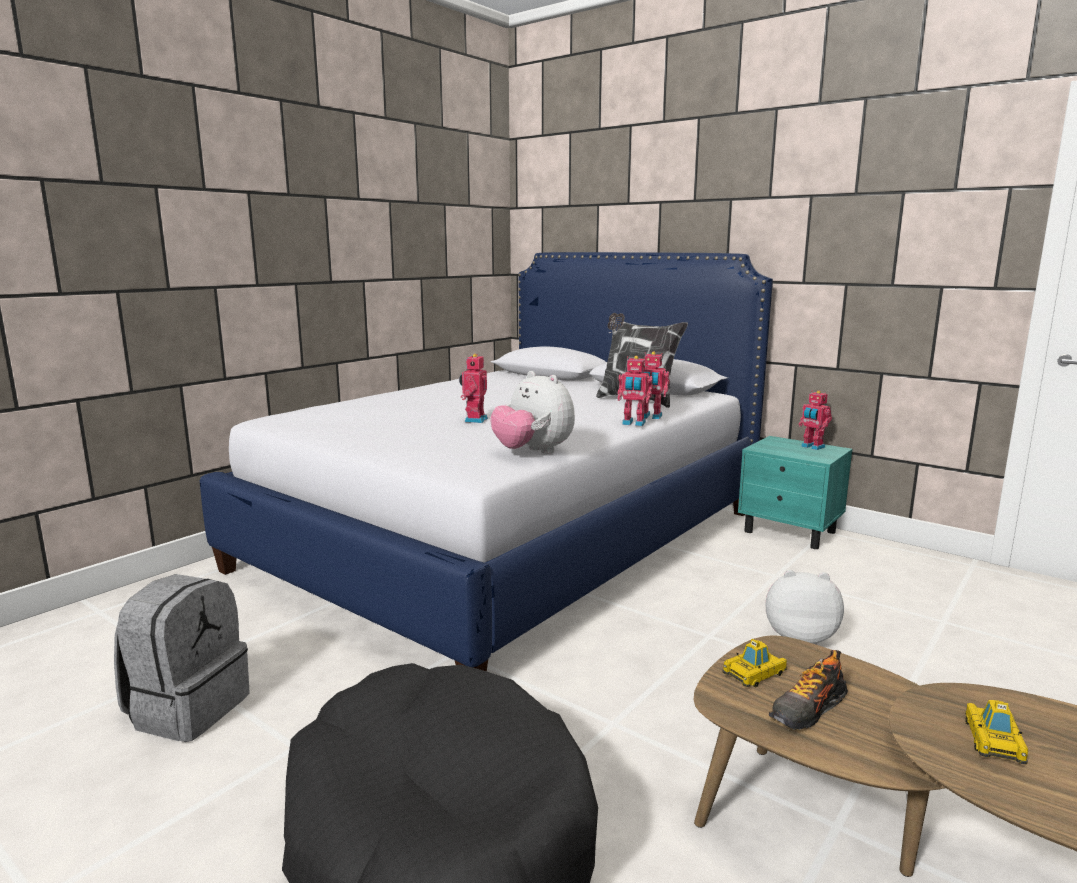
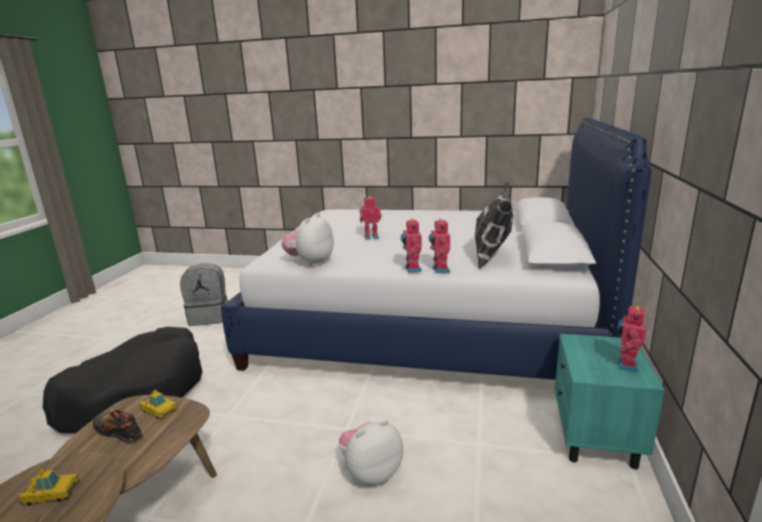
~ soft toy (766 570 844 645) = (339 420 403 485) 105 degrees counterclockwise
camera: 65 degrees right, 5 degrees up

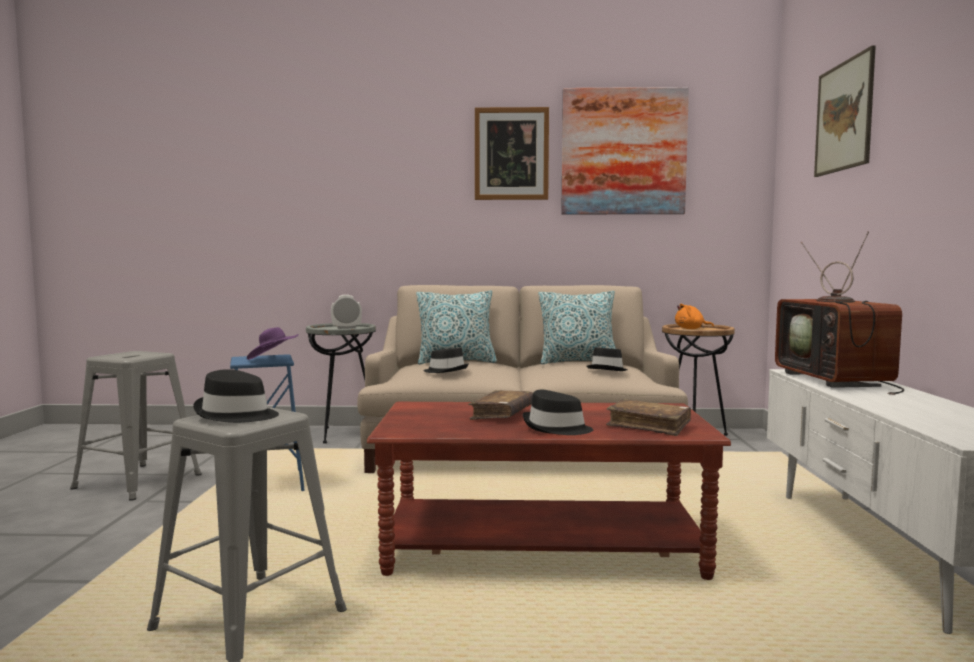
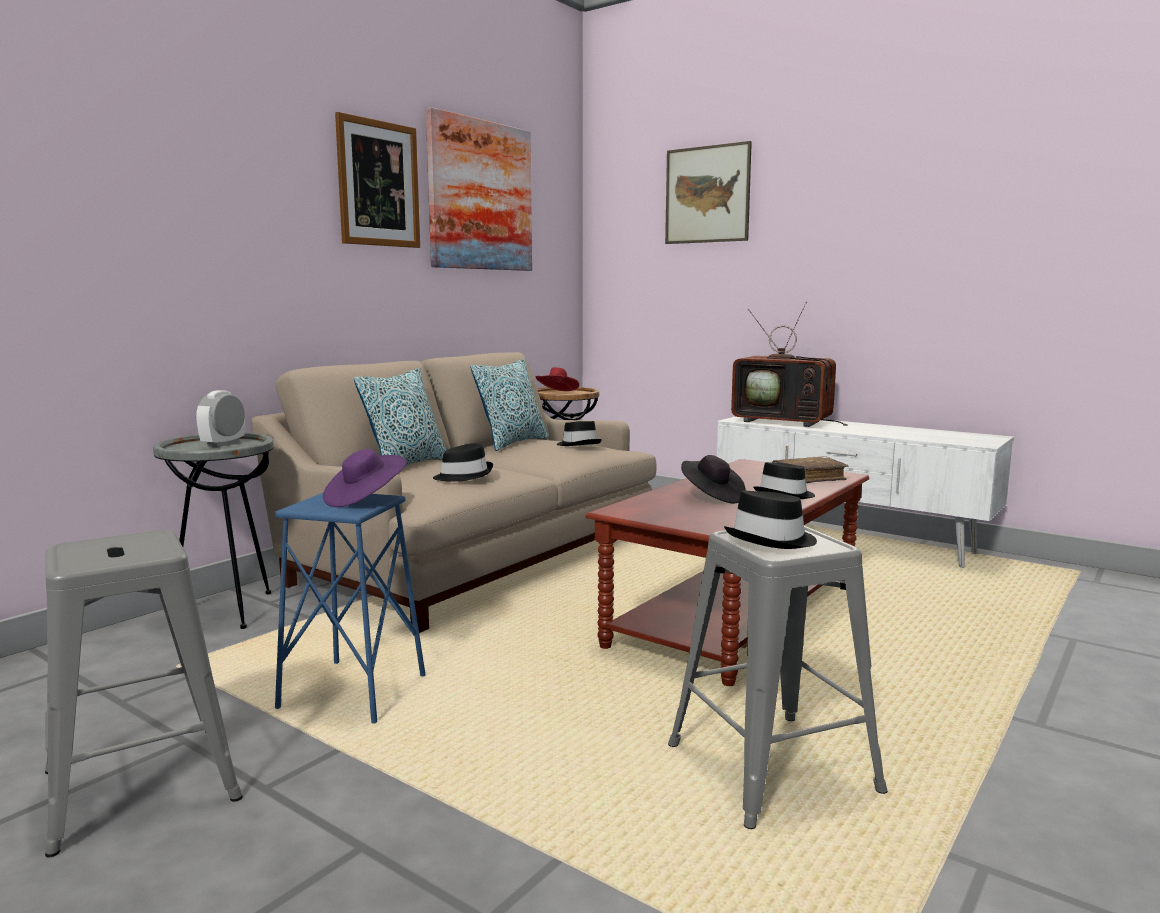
~ bound book (brown) (468 390 533 420) to hat (black) (681 455 746 504)
~ soft toy (orange-coloured) (675 303 714 329) to hat (reddish) (536 367 579 391)
camera: 55 degrees left, 5 degrees up

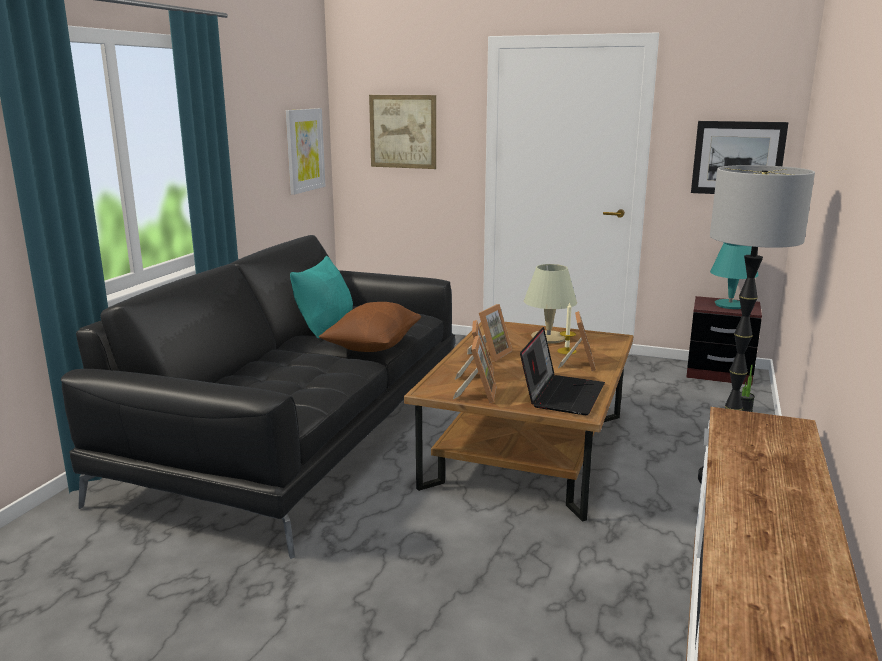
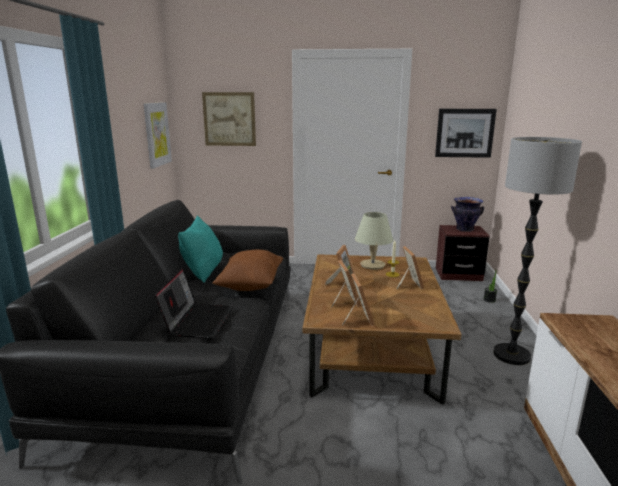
~ notebook computer (520 327 605 415) to (155 268 234 339)
~ tabletop lamp (turquoise-coloured) (710 243 759 309) to decorative vase (451 197 484 232)
camera: 15 degrees left, 0 degrees up

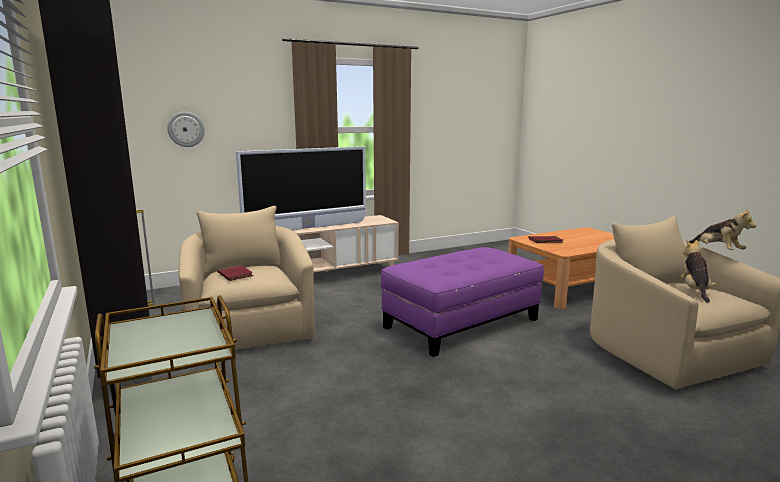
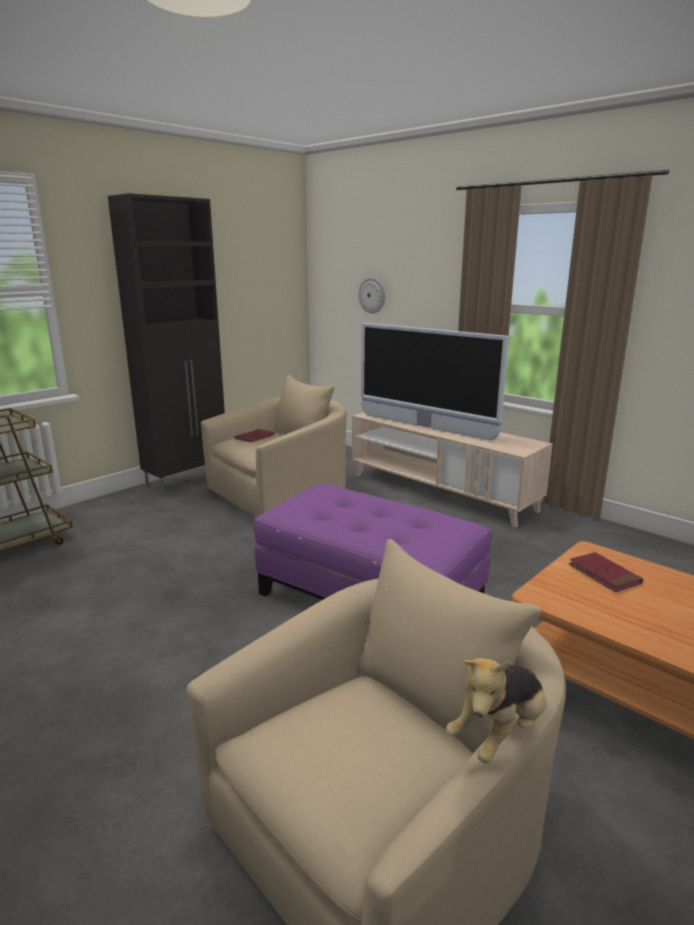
- soft toy (681 240 716 303)
camera: 70 degrees right, 5 degrees up

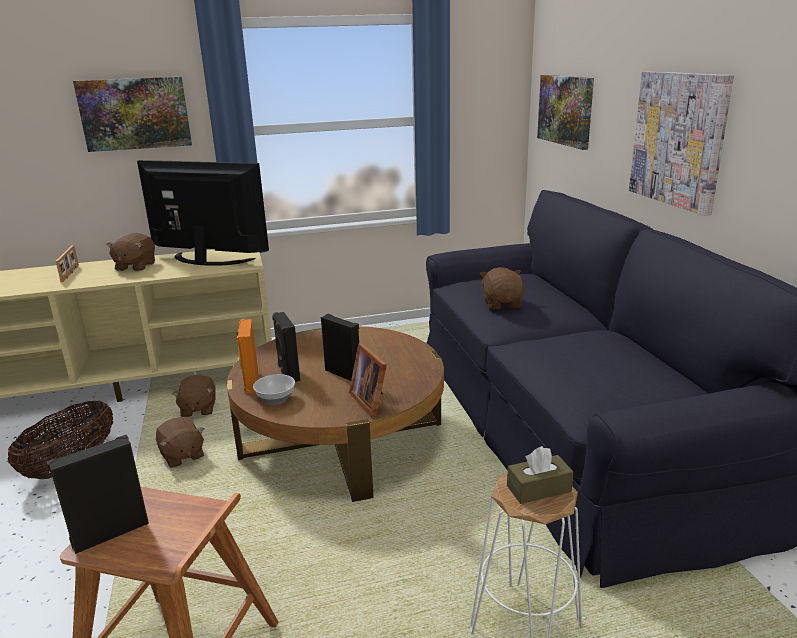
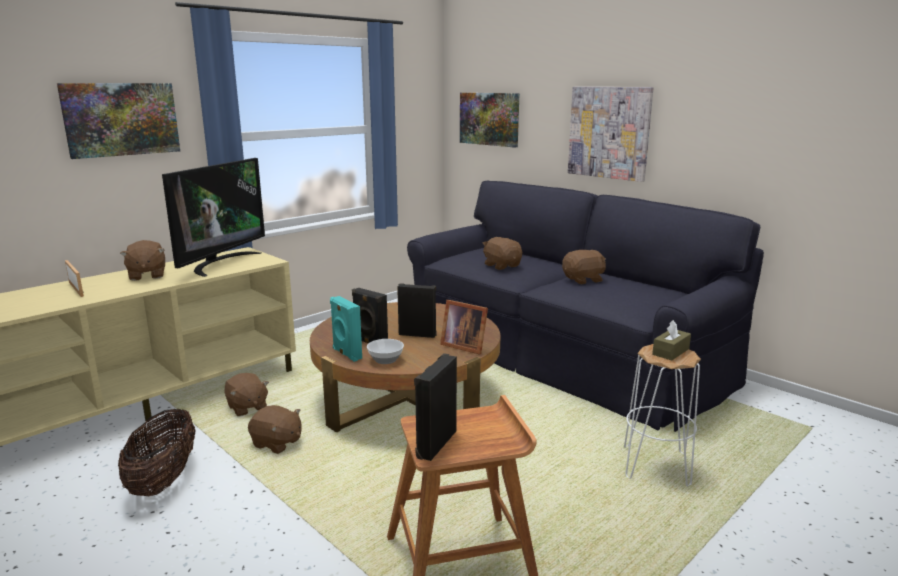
+ soft toy (brown) (562 250 606 284)
~ speaker (orange-coloured) (237 319 258 394) to speaker (turquoise-coloured) (330 296 362 362)
~ TV set (137 160 269 266) = (162 158 265 277) 120 degrees clockwise
camera: 30 degrees left, 5 degrees down

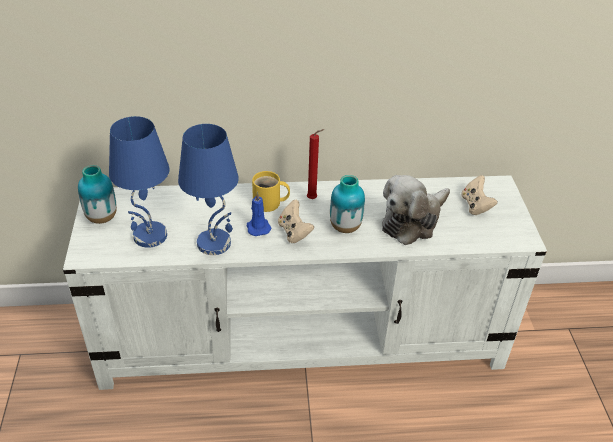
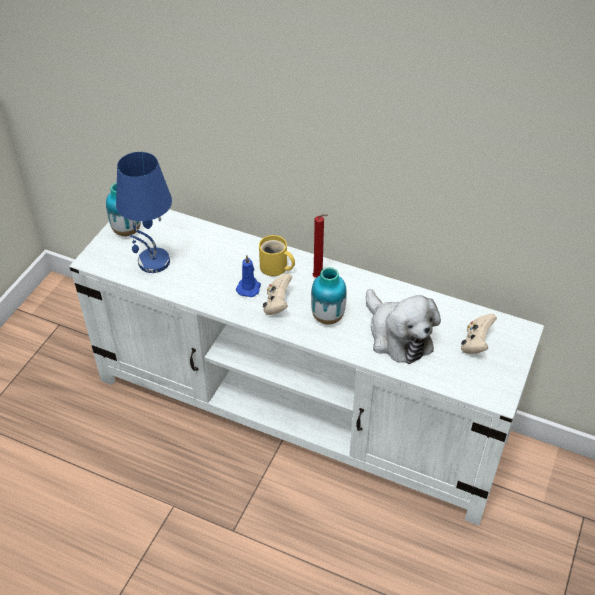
- tabletop lamp (bluish) (178 124 239 255)
~ soft toy (382 175 450 245) = (366 289 441 364) 105 degrees counterclockwise
camera: 30 degrees right, 5 degrees up

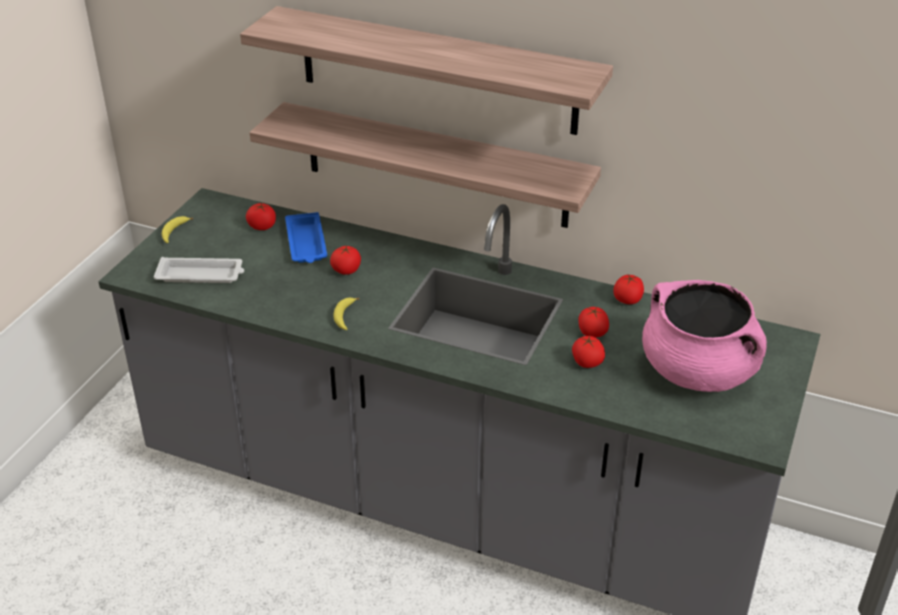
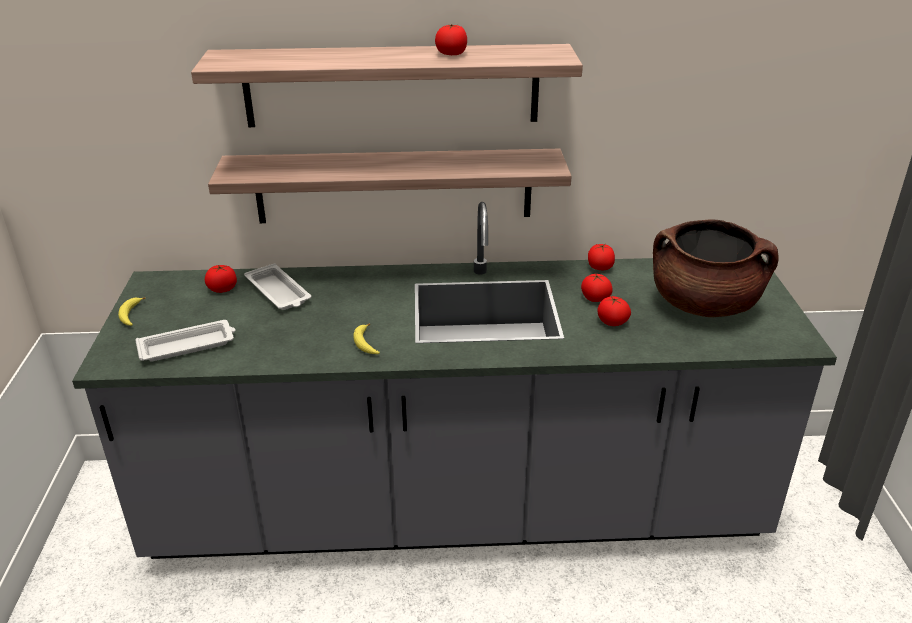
~ tomato (330 246 361 275) to (435 24 467 55)
~ serving tray (bluish) (285 212 327 263) to serving tray (whitish) (244 263 311 310)
~ saucepot (pinkish) (642 280 767 392) to saucepot (brown) (653 219 779 317)
camera: 25 degrees left, 5 degrees down

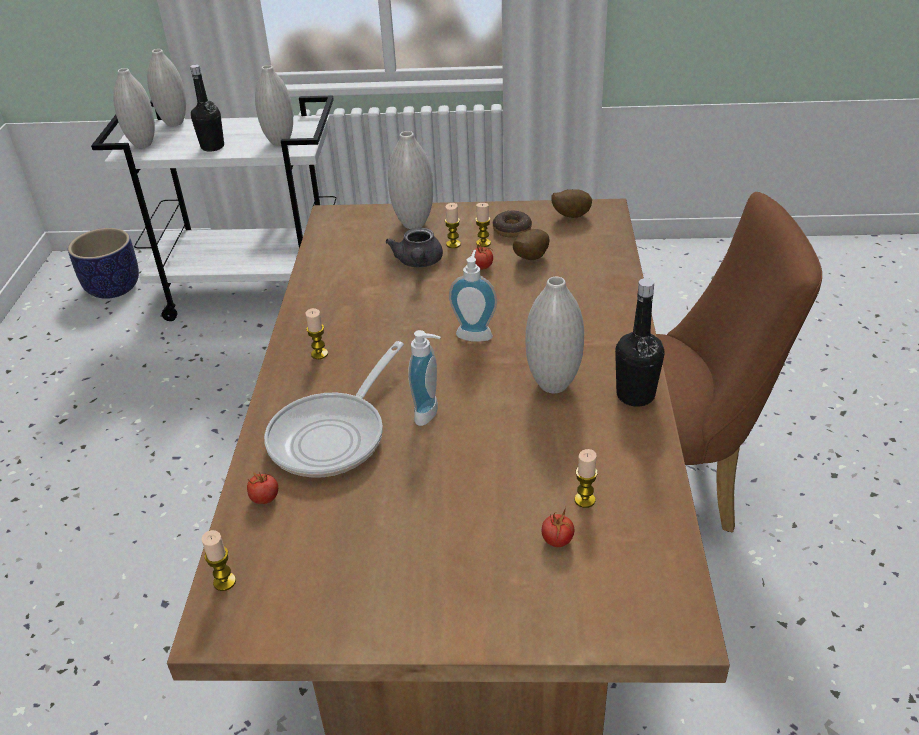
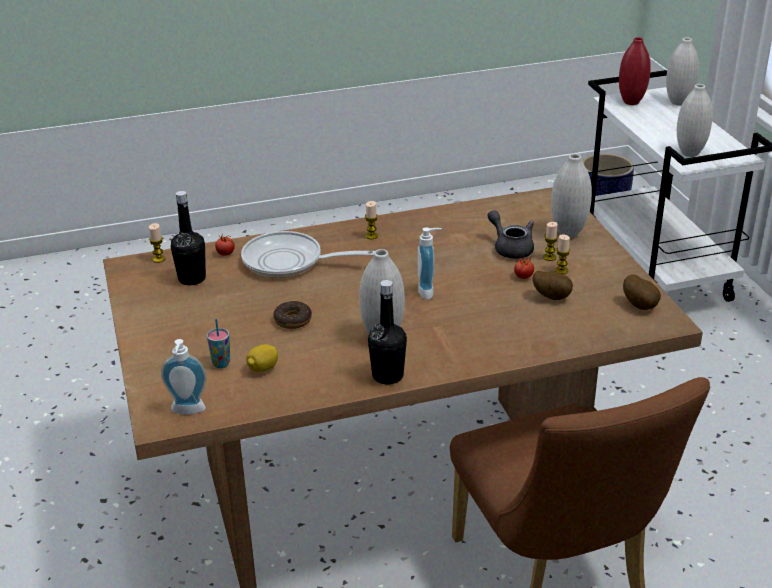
~ bottle (black) (190 64 224 151) to (171 191 206 285)
~ liquid soap bottle (408 330 441 426) to (161 339 207 415)
~ ring doughnut (493 210 532 238) to (273 301 312 329)
~ tomato (542 508 574 547) to drinking cup (207 319 230 368)
~ wax candle (575 449 598 508) to lemon (246 344 278 373)
~ decorative vase (whitish) (113 68 155 148) to decorative vase (reddish) (619 37 651 105)
~ teapot (gray) (385 227 443 267) = (488 210 534 259) 75 degrees clockwise
camera: 70 degrees right, 5 degrees down

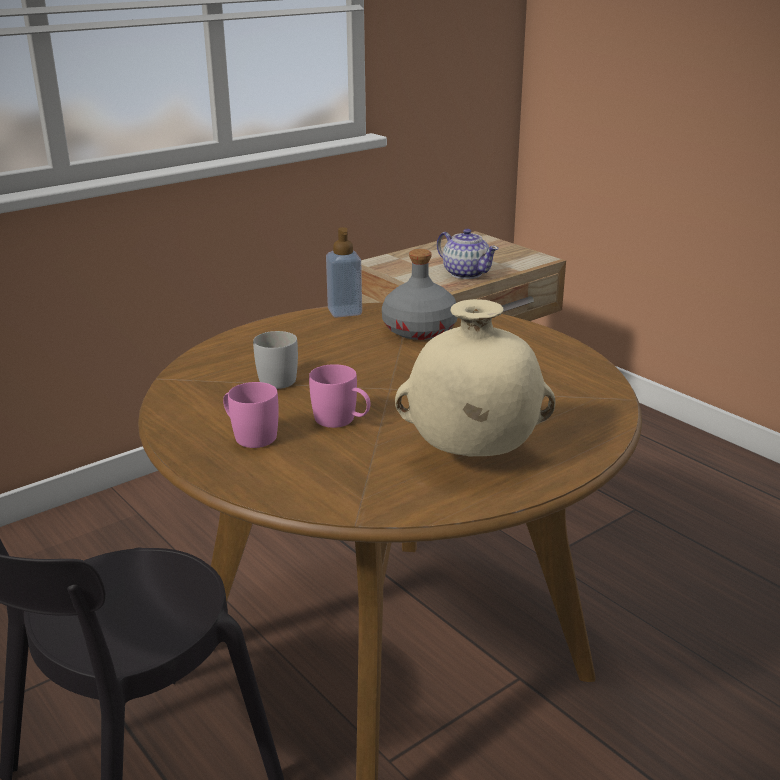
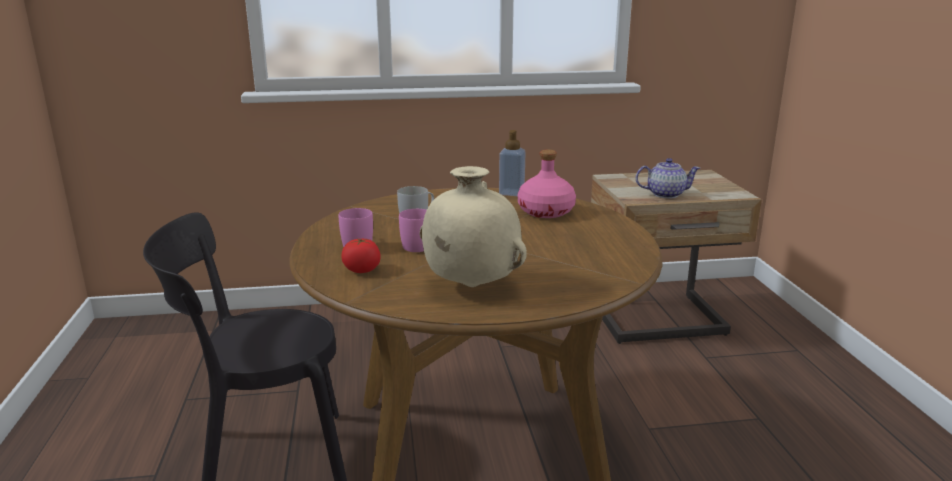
+ tomato (341 239 381 273)
~ bottle (gray) (382 249 457 340) to bottle (pinkish) (518 150 576 218)
~ teapot (437 229 499 279) = (636 158 700 198) 75 degrees counterclockwise
camera: 30 degrees right, 5 degrees down

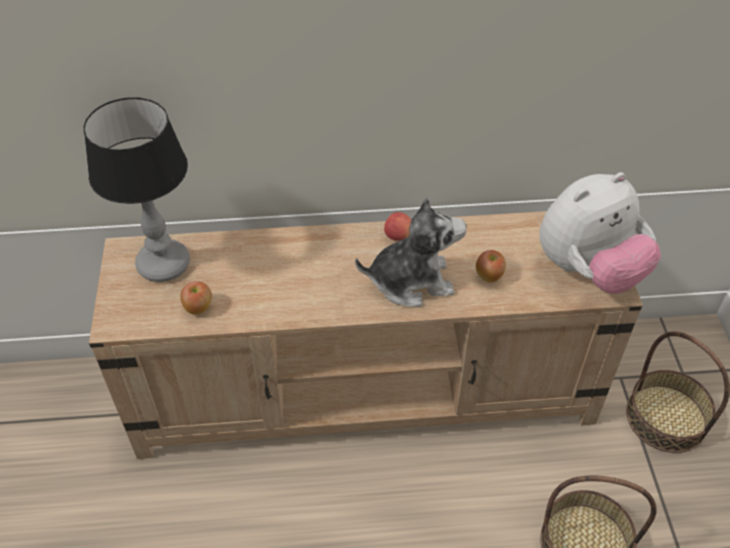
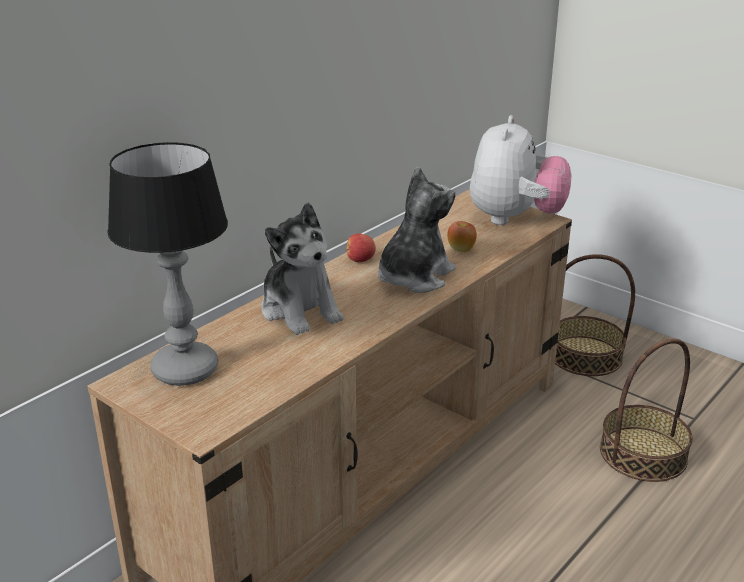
- whole apple (180 281 212 315)
+ soft toy (261 203 344 335)
camera: 45 degrees left, 20 degrees down

